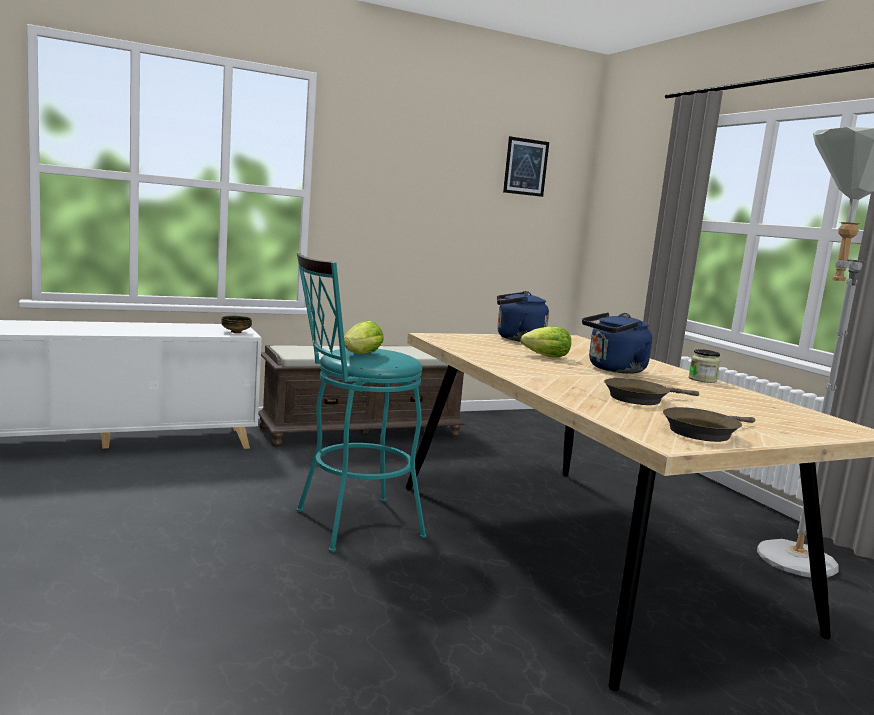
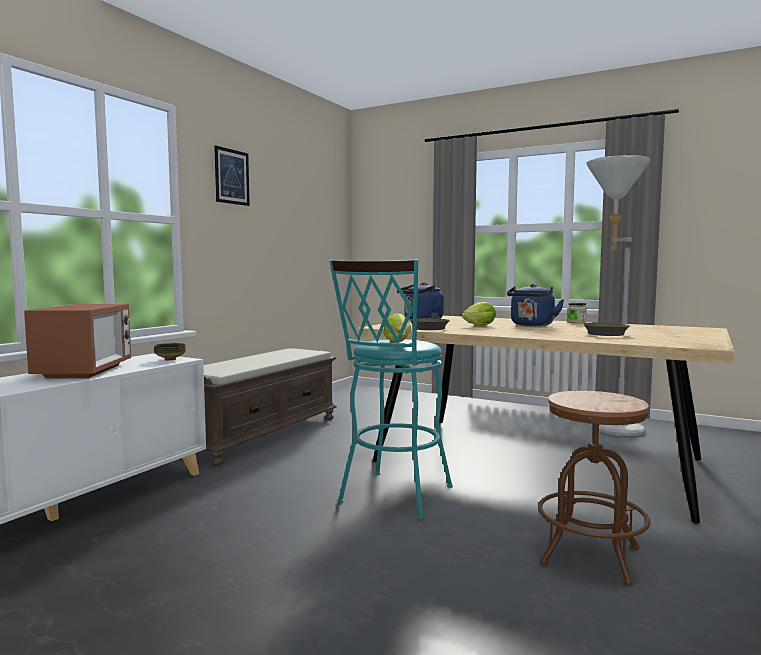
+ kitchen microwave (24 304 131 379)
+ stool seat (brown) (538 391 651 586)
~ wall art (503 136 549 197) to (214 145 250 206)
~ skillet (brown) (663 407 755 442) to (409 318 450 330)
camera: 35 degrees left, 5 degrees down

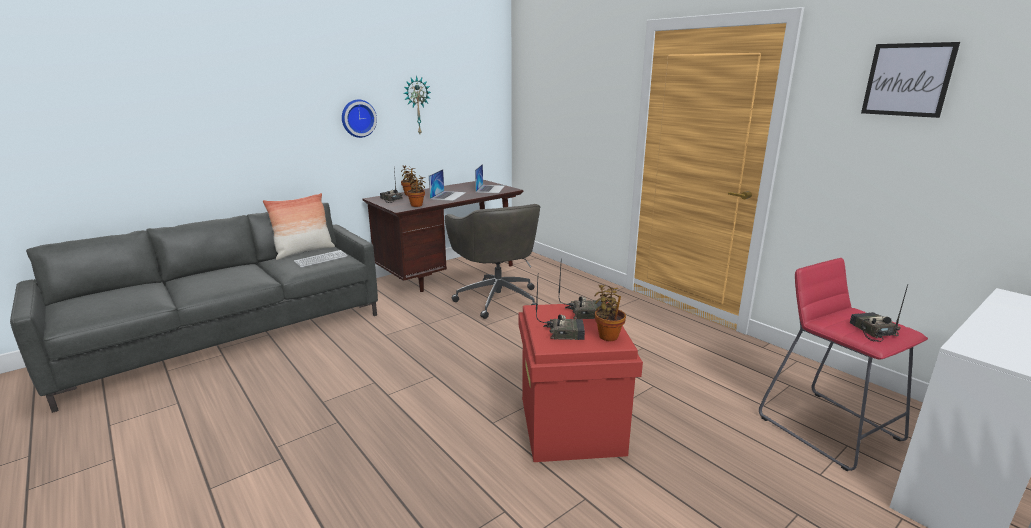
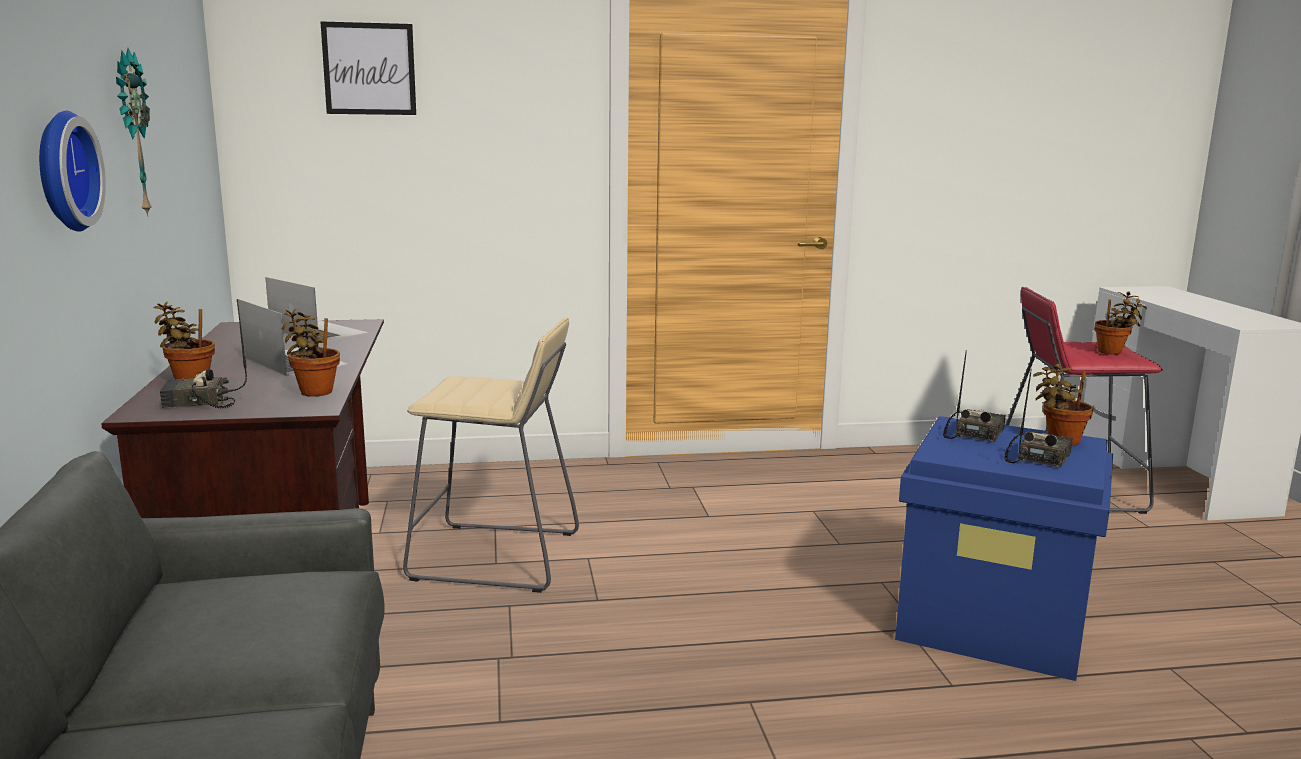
- cushion (263 193 335 260)
- PC keyboard (294 250 348 268)
~ wall art (861 42 960 118) to (320 21 416 115)
~ desk chair (gray) (445 204 540 319) to stool seat (beige-coloured) (403 318 579 593)
~ radio set (850 284 908 342) to potted plant (1094 292 1147 355)
~ storage container (reddish) (519 302 643 462) to storage container (bluish) (895 416 1113 681)
camera: 60 degrees left, 5 degrees down

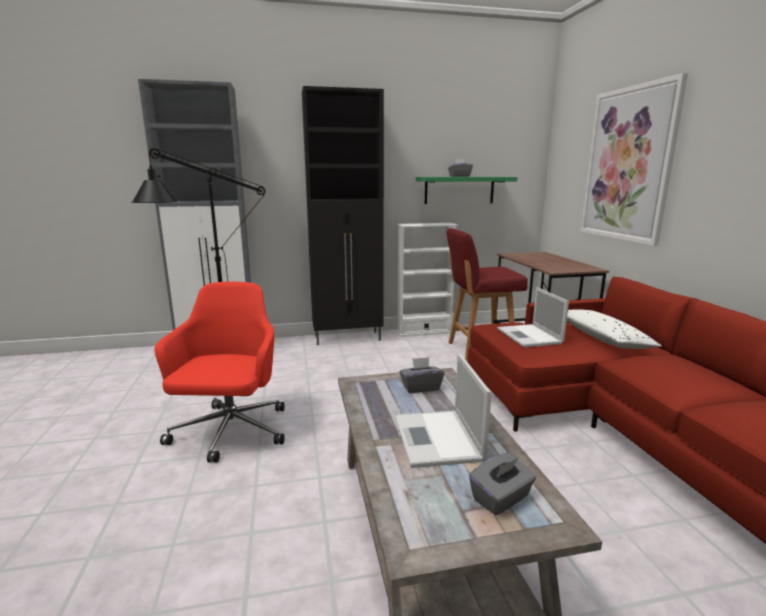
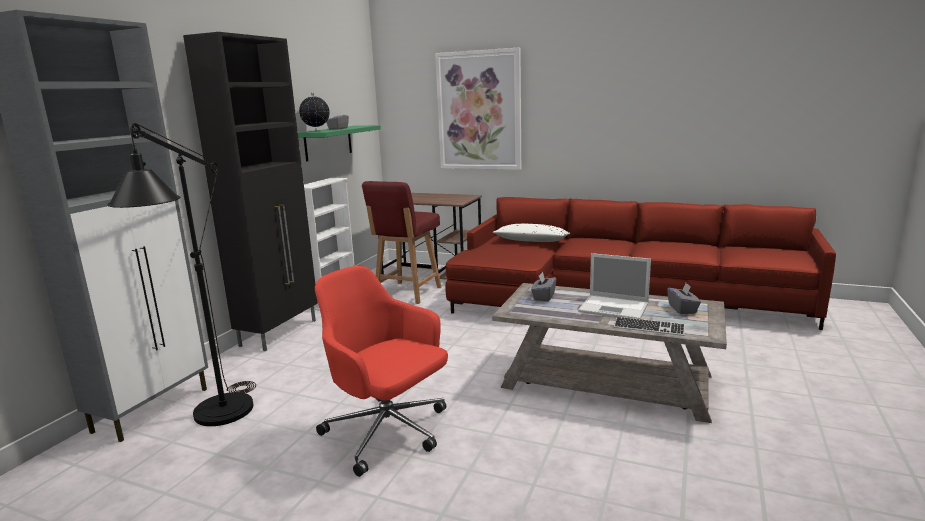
- notebook computer (497 287 569 347)
+ globe (299 93 330 131)
+ PC keyboard (614 317 685 336)
camera: 55 degrees left, 0 degrees up

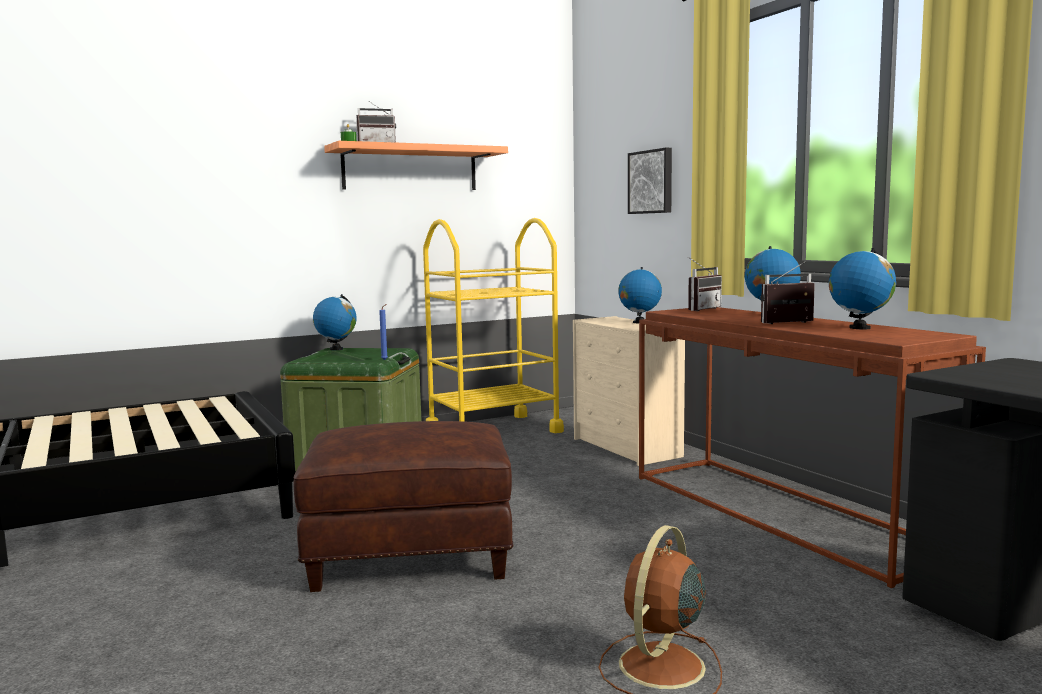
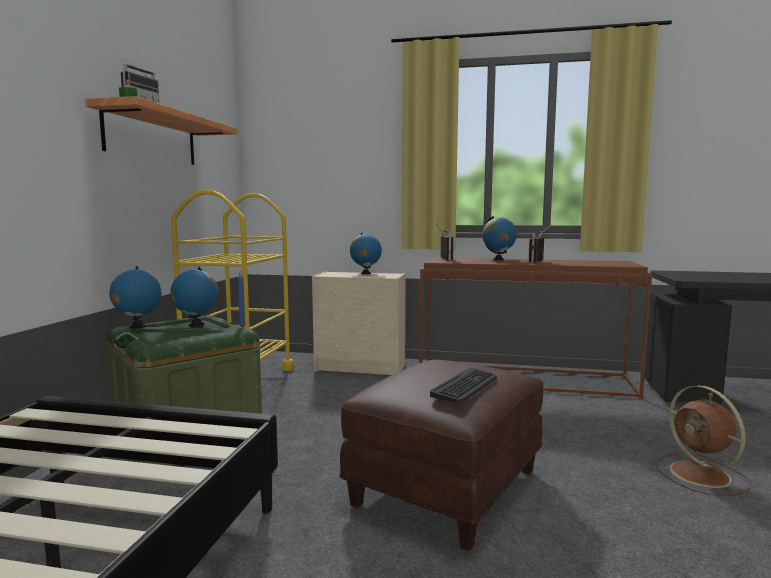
- wall art (628 148 672 214)
+ PC keyboard (430 368 497 403)
~ globe (829 248 896 329) to (170 267 219 327)
camera: 50 degrees left, 0 degrees up

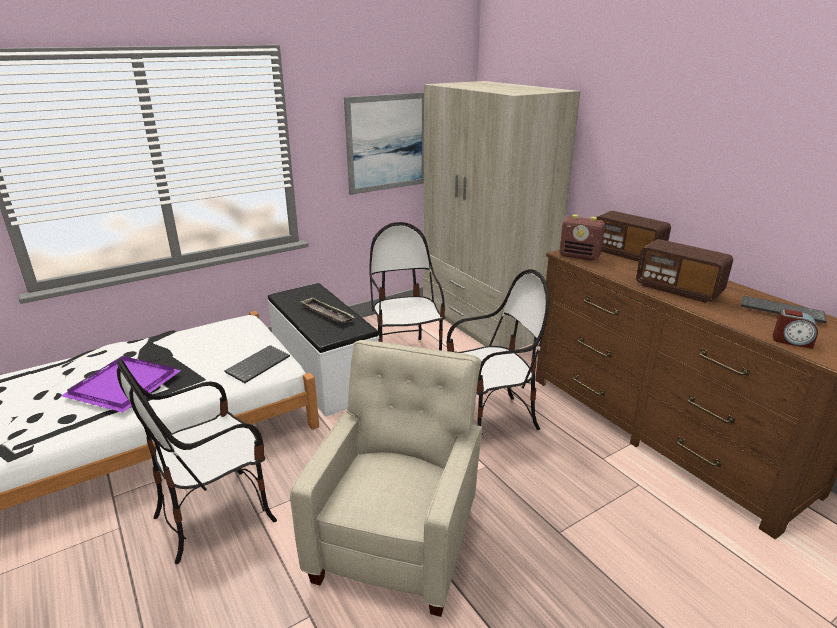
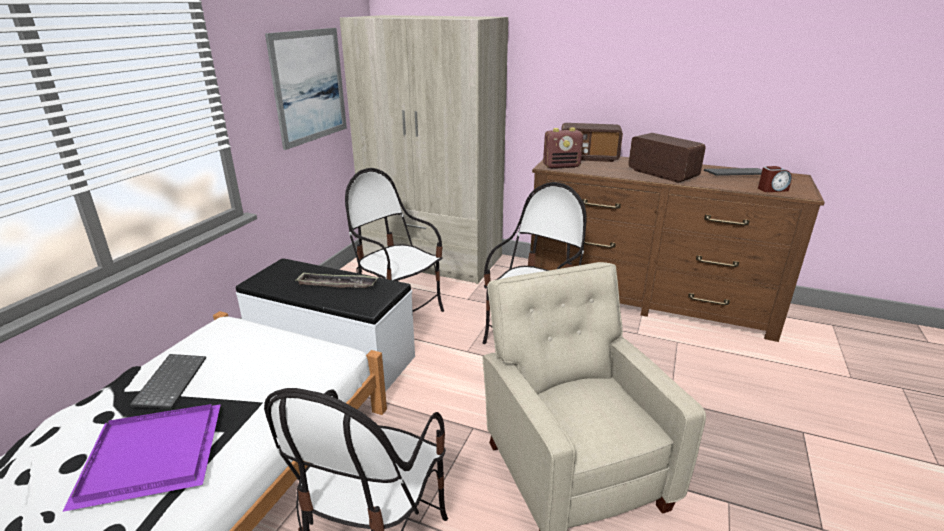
~ PC keyboard (225 345 290 383) to (130 354 206 409)
~ radio set (636 239 733 303) = (628 133 705 183) 135 degrees counterclockwise
camera: 35 degrees left, 0 degrees up

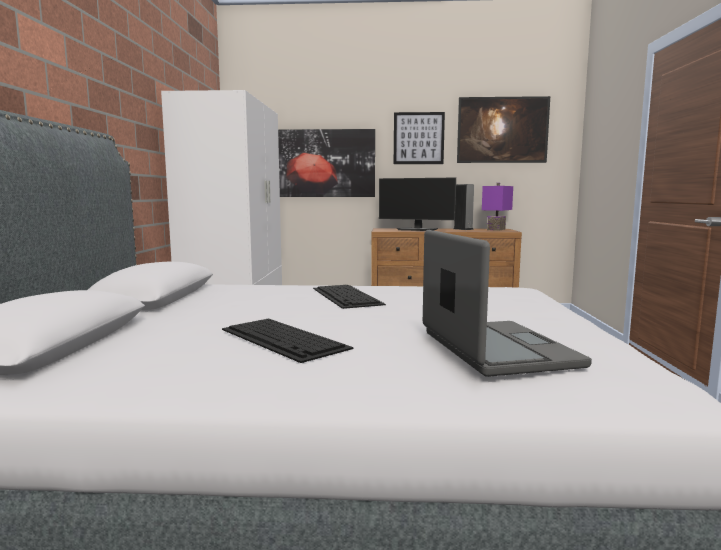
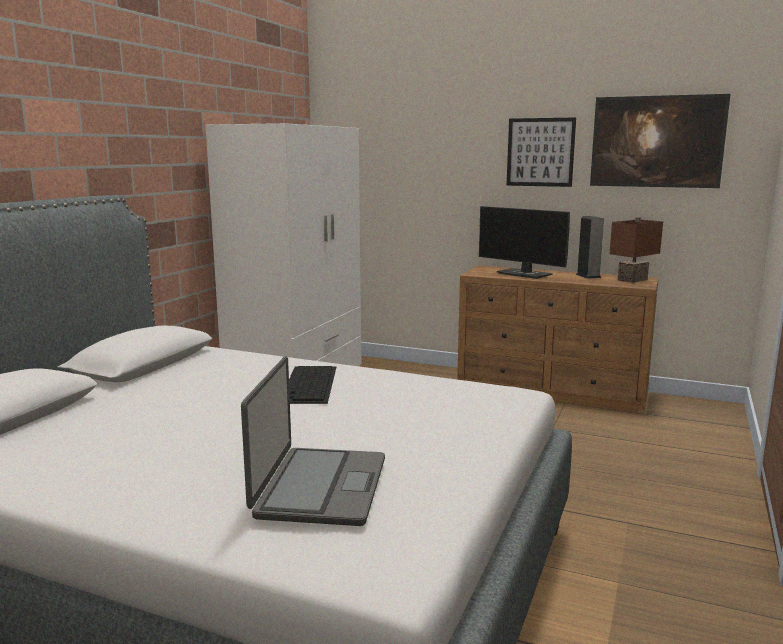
- PC keyboard (222 319 353 363)
- wall art (278 129 375 197)
~ tabletop lamp (purplish) (482 183 513 231) to tabletop lamp (brown) (610 217 663 283)
camera: 20 degrees right, 5 degrees up

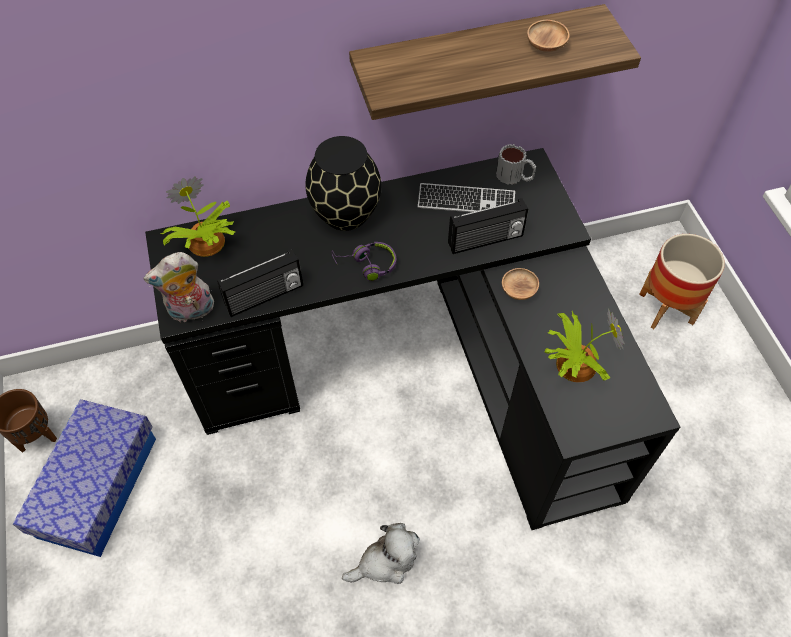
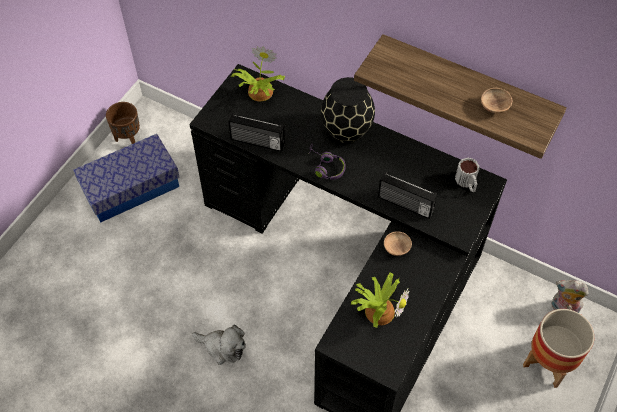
- PC keyboard (418 183 515 212)
~ soft toy (143 252 214 322) to (552 280 589 313)
camera: 45 degrees right, 0 degrees up

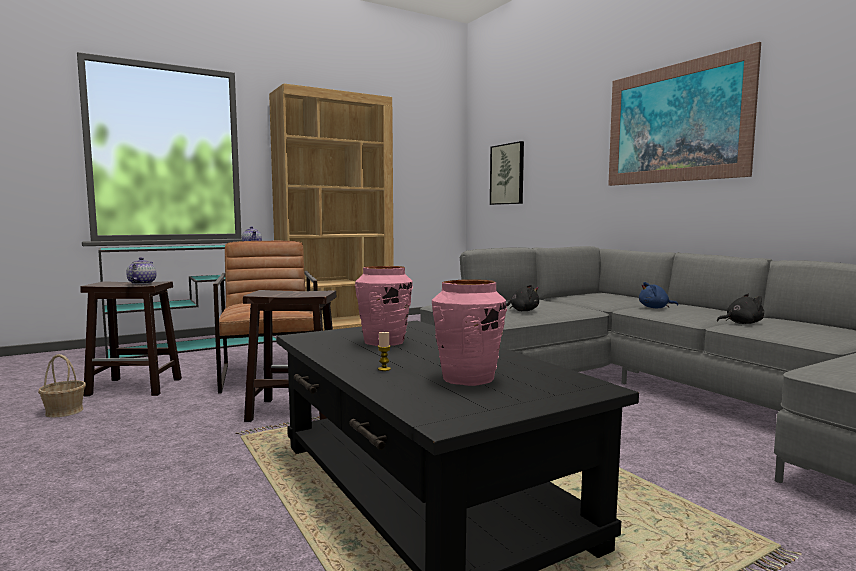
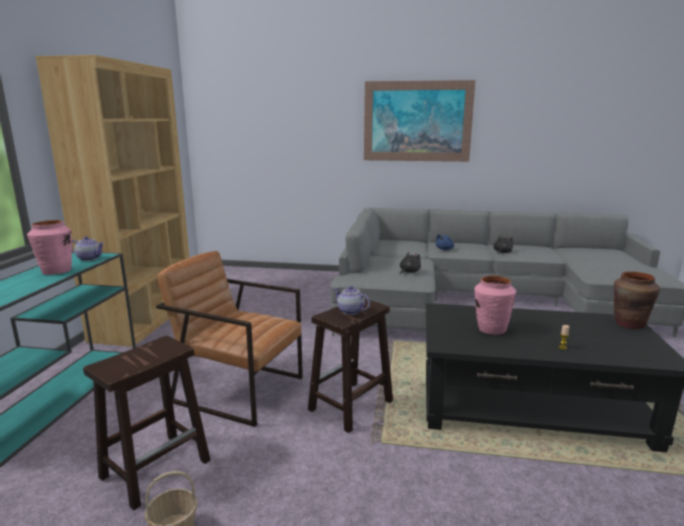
- wall art (490 141 524 205)
+ decorative vase (brown) (614 271 660 329)
~ teapot (126 257 157 284) to (333 286 370 315)
~ decorative vase (pinkish) (432 279 507 386) to (27 220 72 275)
camera: 50 degrees left, 10 degrees up

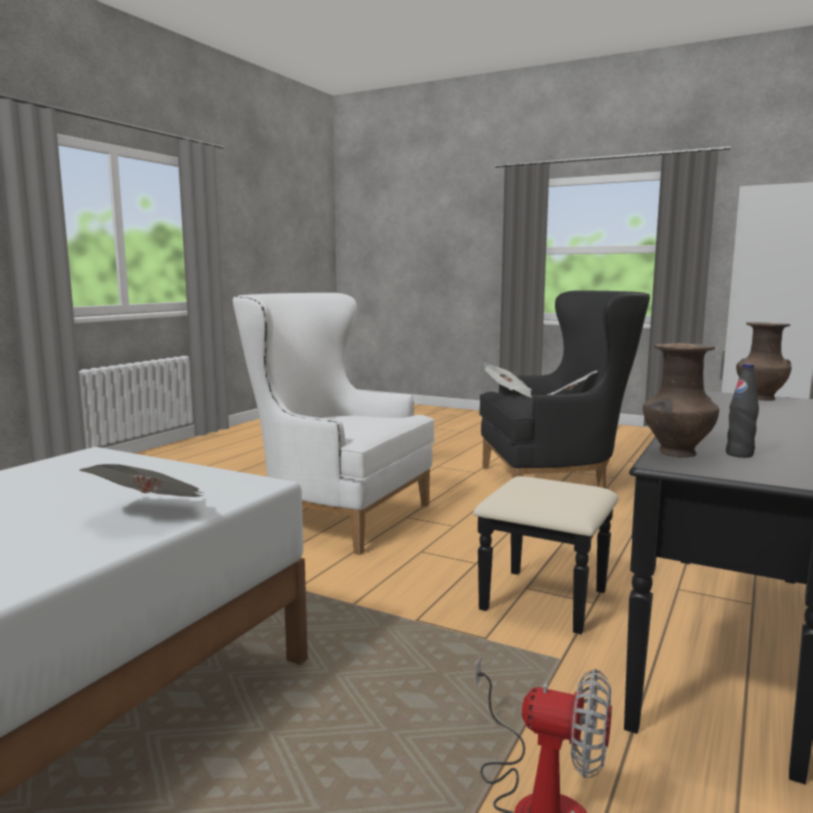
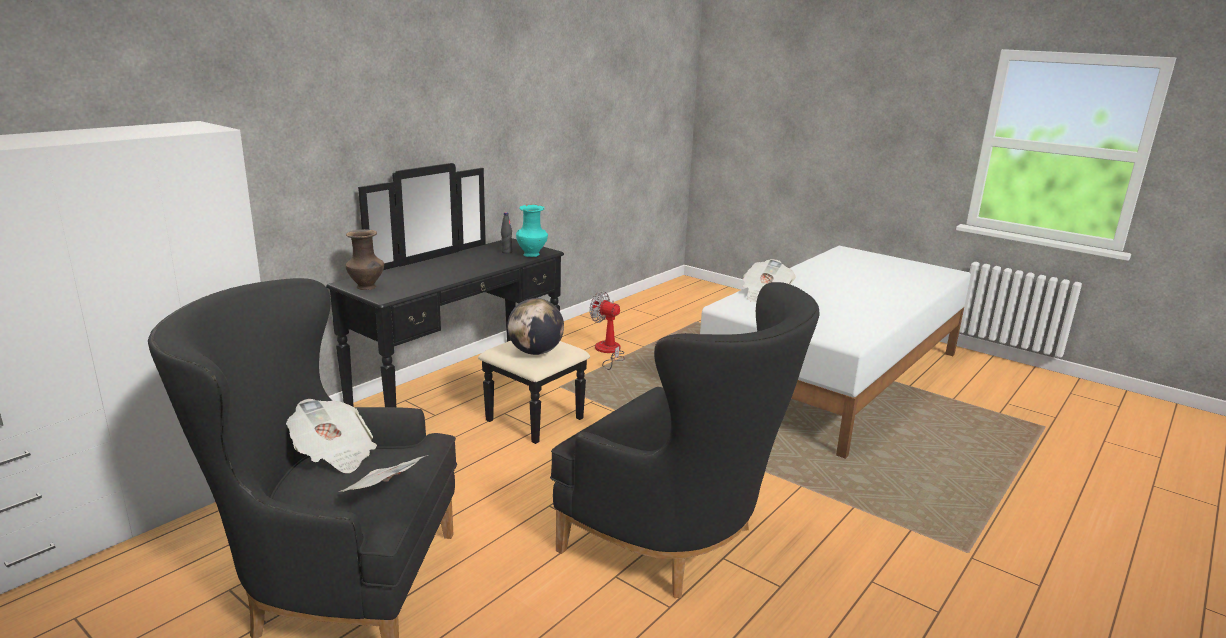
+ globe (507 298 564 355)
~ lounge chair (whitish) (233 293 435 555) to lounge chair (black) (550 282 820 598)
~ decorative vase (brown) (643 343 719 457) to decorative vase (turquoise-coloured) (516 204 548 257)
camera: 170 degrees left, 10 degrees up

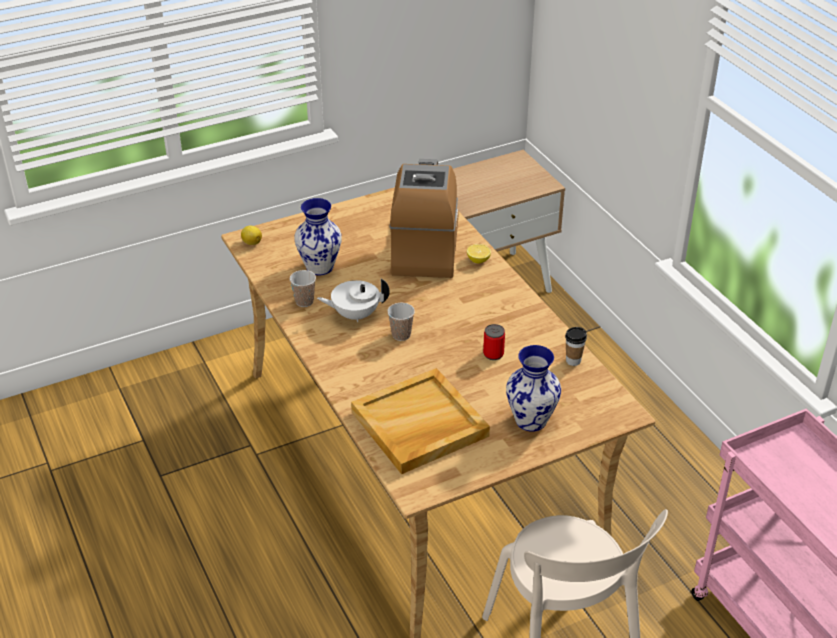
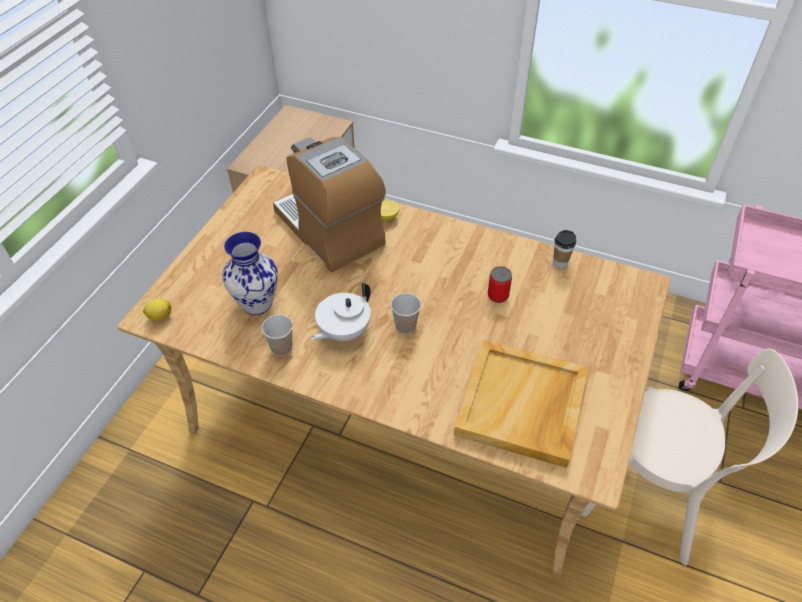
- decorative vase (506 345 561 432)
camera: 40 degrees left, 10 degrees up

